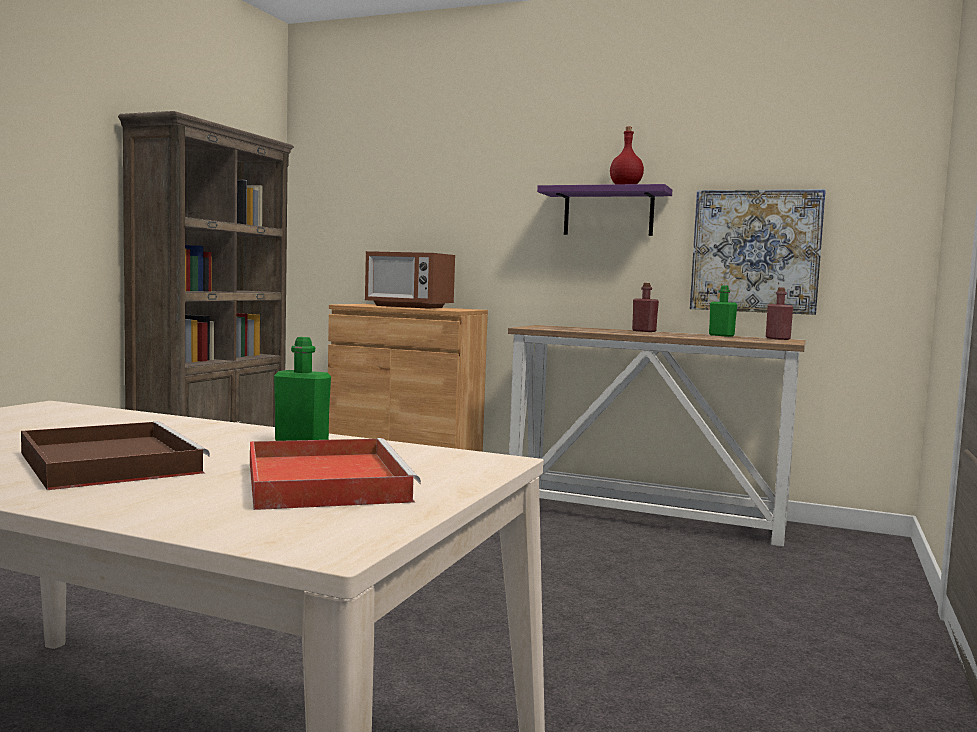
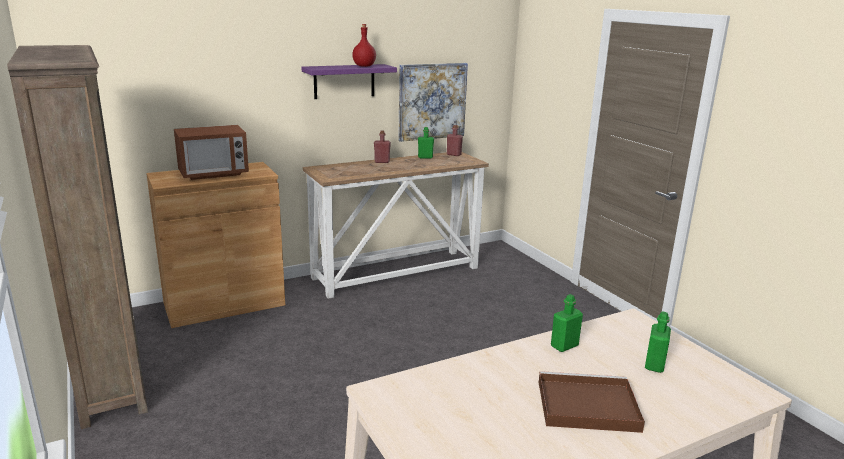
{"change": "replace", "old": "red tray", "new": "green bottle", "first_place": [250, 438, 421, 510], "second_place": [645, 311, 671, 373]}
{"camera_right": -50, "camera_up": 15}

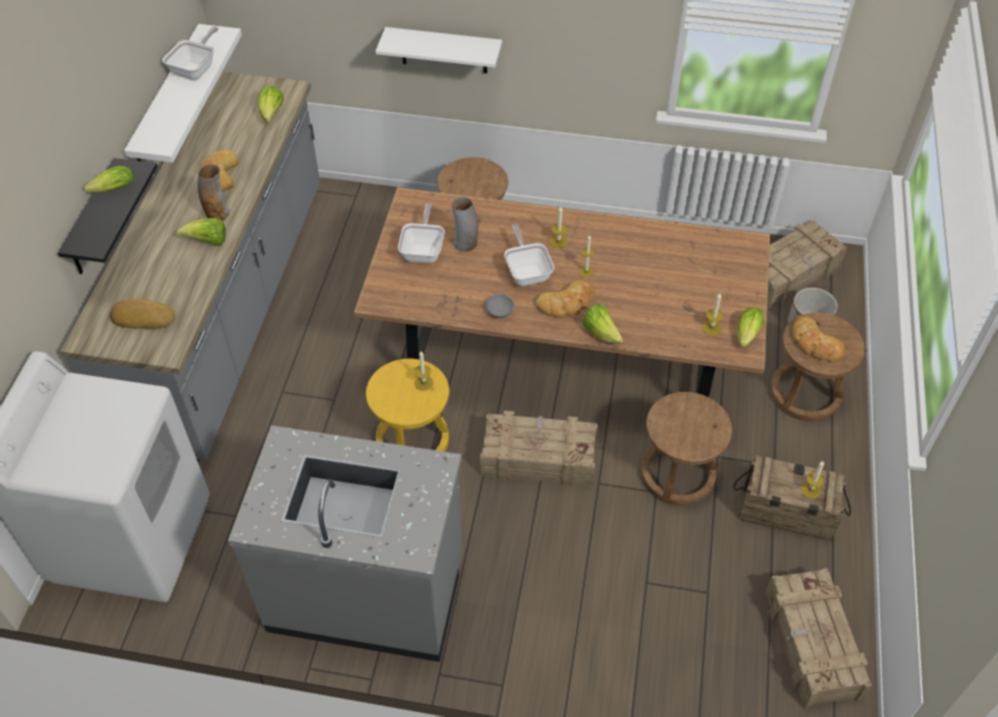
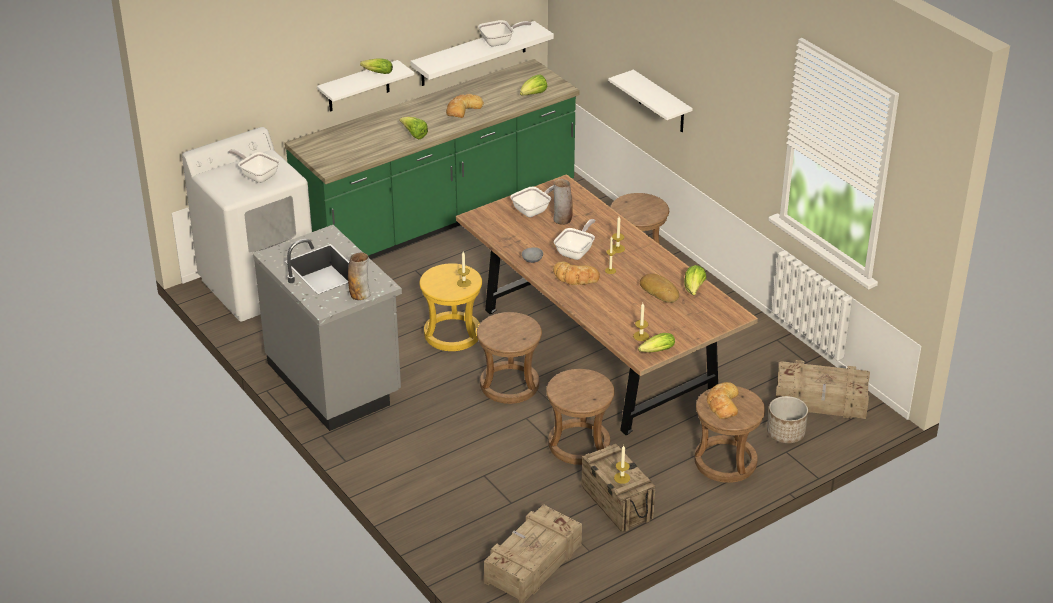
{"change": "insert", "new": "frying pan", "second_place": [229, 149, 280, 183]}
{"change": "move", "old": "bread", "first_place": [110, 299, 175, 329], "second_place": [640, 273, 679, 303]}
{"change": "move", "old": "vase", "first_place": [198, 164, 230, 221], "second_place": [348, 253, 370, 300]}
{"change": "move", "old": "lettuce", "first_place": [583, 304, 624, 343], "second_place": [684, 265, 707, 295]}
{"change": "replace", "old": "crate", "new": "brown stool", "first_place": [480, 411, 598, 486], "second_place": [477, 312, 542, 404]}
{"change": "recolor", "old": "black shelf", "new": "white shelf", "first_place": [58, 158, 158, 274], "second_place": [317, 60, 414, 112]}
{"change": "recolor", "old": "grey counter", "new": "green counter", "first_place": [60, 72, 320, 461], "second_place": [284, 59, 580, 259]}
{"camera_right": 45, "camera_up": -15}

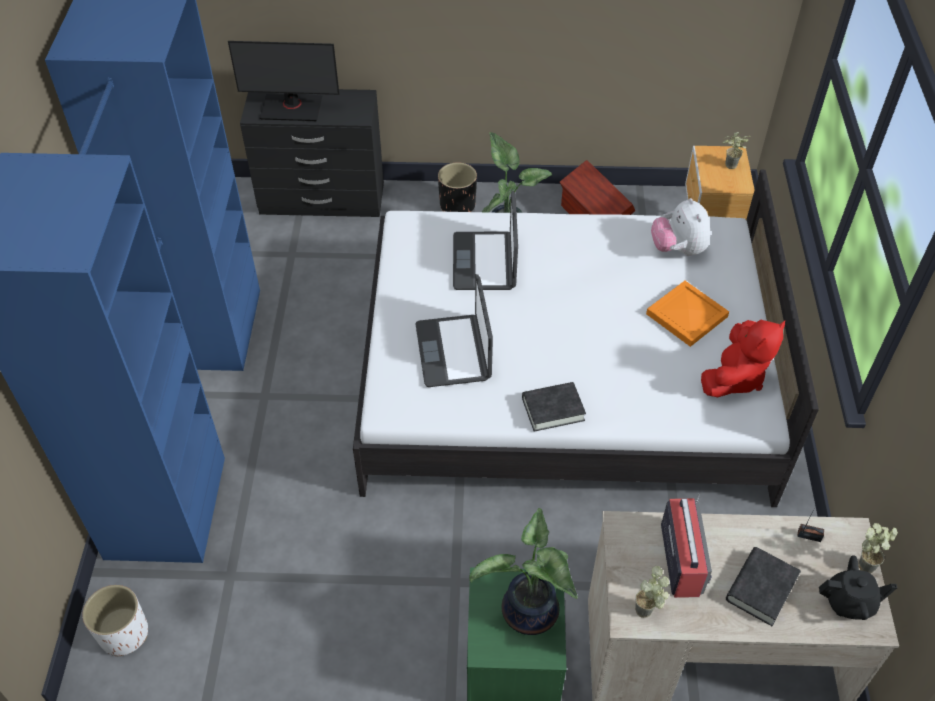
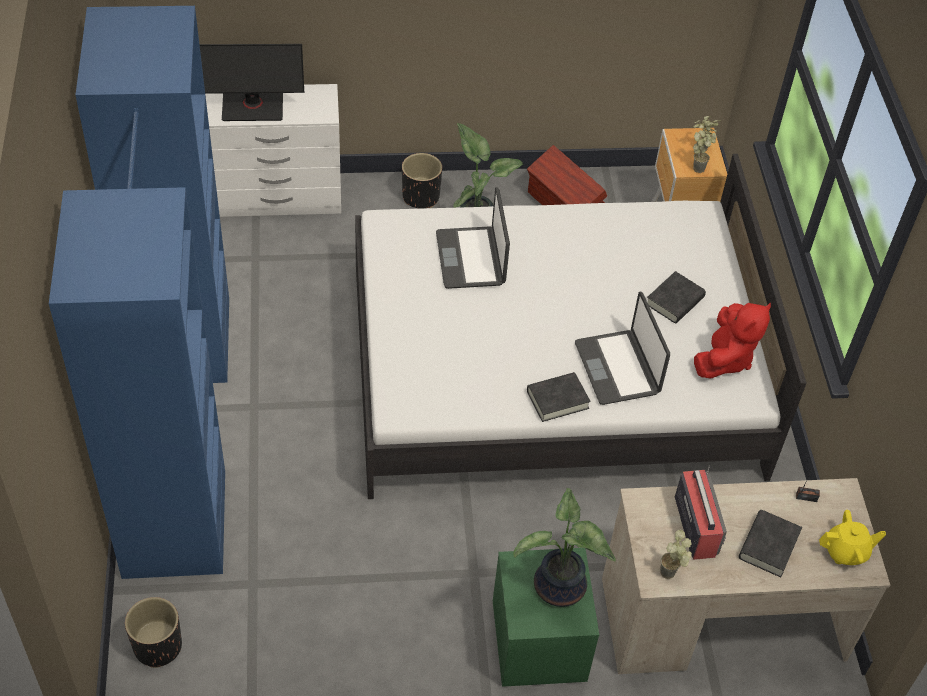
{"change": "delete", "old": "plush toy", "first_place": [651, 198, 710, 256]}
{"change": "move", "old": "laptop", "first_place": [416, 274, 493, 387], "second_place": [575, 292, 670, 405]}
{"change": "move", "old": "potted plant", "first_place": [858, 523, 898, 573], "second_place": [693, 130, 717, 173]}
{"change": "replace", "old": "orange tray", "new": "black book", "first_place": [646, 281, 729, 347], "second_place": [647, 271, 706, 323]}
{"change": "recolor", "old": "white planter", "new": "black planter", "first_place": [82, 585, 148, 656], "second_place": [125, 597, 182, 668]}
{"change": "recolor", "old": "black dresser", "new": "white dresser", "first_place": [240, 89, 384, 217], "second_place": [205, 84, 341, 217]}
{"change": "recolor", "old": "black teapot", "new": "yellow teapot", "first_place": [819, 555, 897, 620], "second_place": [819, 510, 886, 565]}
{"camera_right": -10, "camera_up": 0}

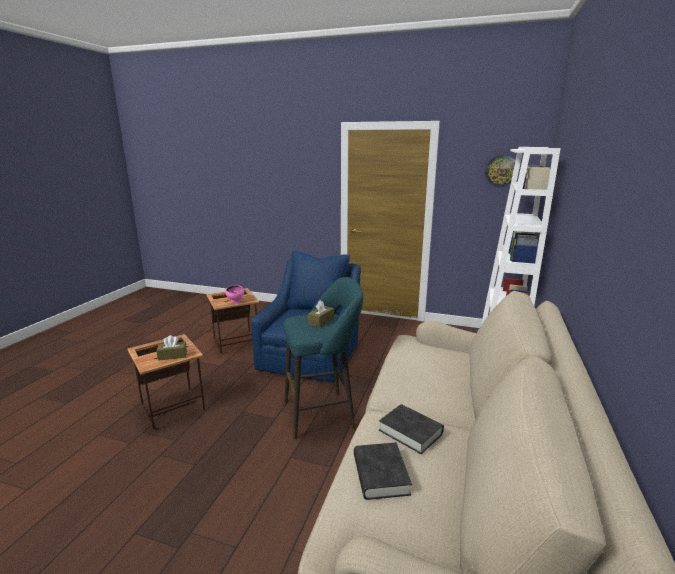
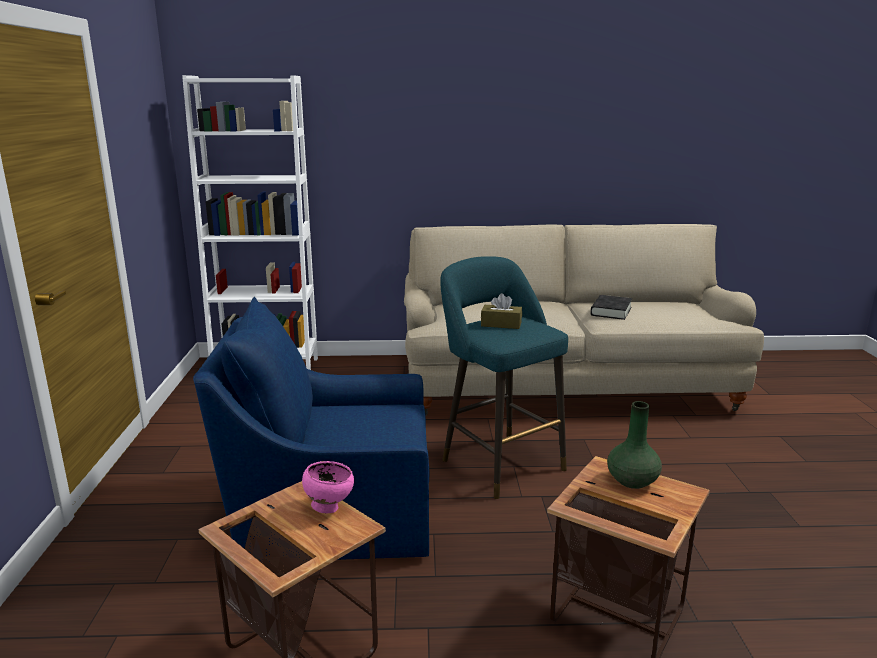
{"change": "delete", "old": "black book", "first_place": [354, 442, 412, 500]}
{"change": "delete", "old": "wall clock", "first_place": [485, 155, 516, 187]}
{"change": "replace", "old": "brown tissue box", "new": "green vase", "first_place": [156, 335, 187, 361], "second_place": [607, 401, 662, 489]}
{"camera_right": -110, "camera_up": 0}

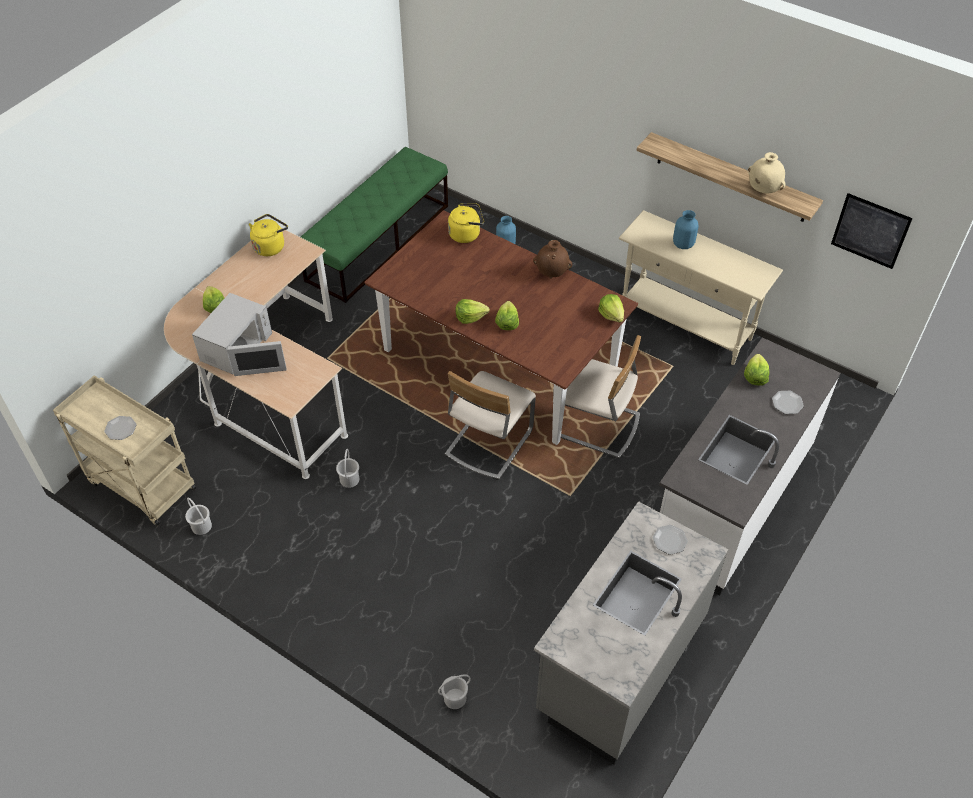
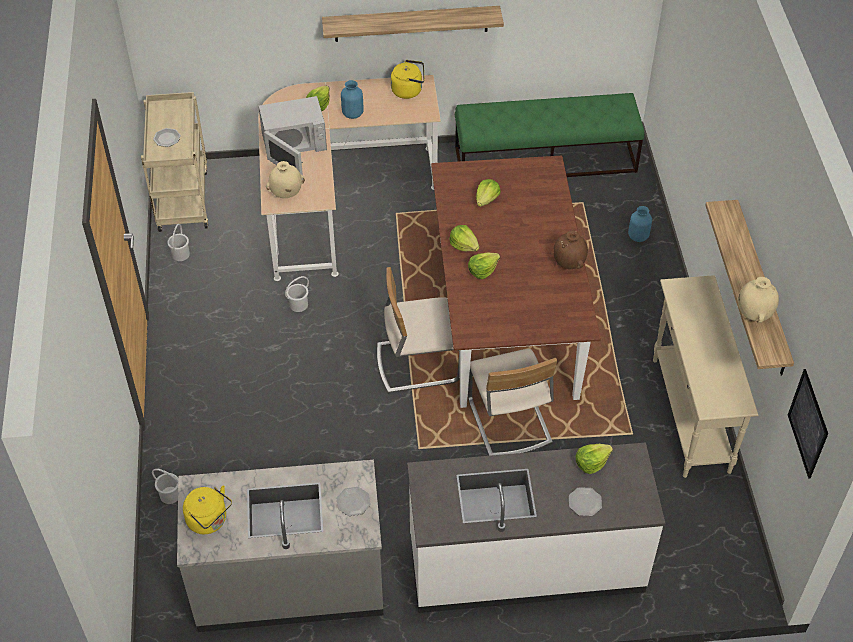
{"change": "insert", "new": "beige vase", "second_place": [266, 161, 305, 198]}
{"change": "insert", "new": "shelf", "second_place": [322, 6, 504, 42]}
{"change": "move", "old": "yellow kettle", "first_place": [448, 203, 484, 243], "second_place": [183, 485, 232, 534]}
{"change": "move", "old": "lettuce", "first_place": [598, 294, 624, 322], "second_place": [476, 179, 501, 207]}
{"change": "move", "old": "blue vase", "first_place": [673, 210, 698, 249], "second_place": [341, 80, 364, 119]}
{"camera_right": 50, "camera_up": 0}

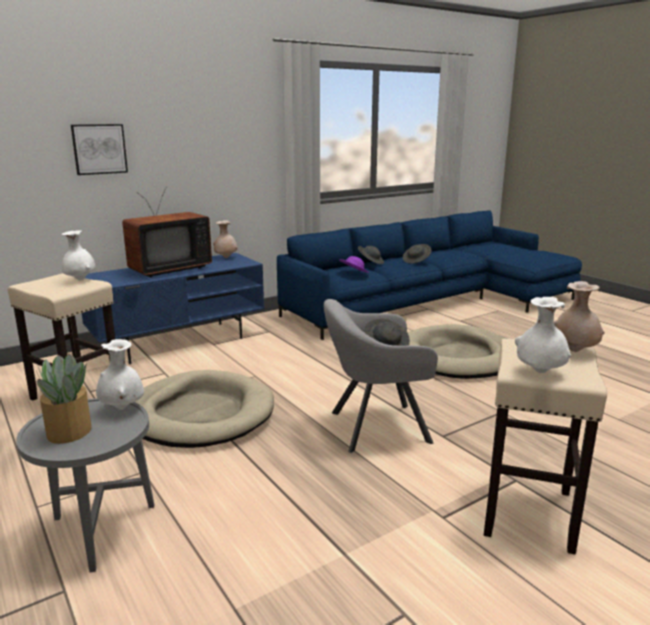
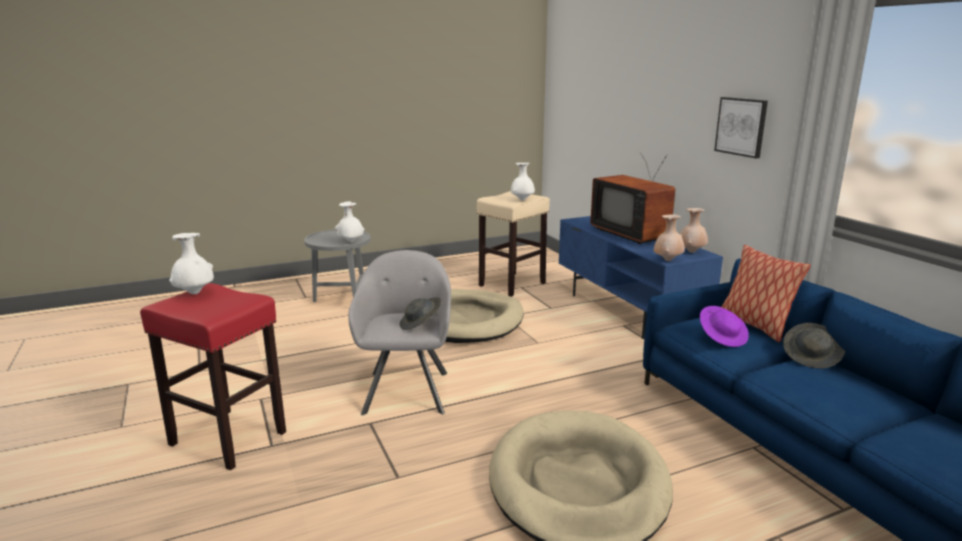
{"change": "delete", "old": "potted plant", "first_place": [36, 354, 91, 444]}
{"change": "delete", "old": "grey hat", "first_place": [403, 244, 431, 264]}
{"change": "insert", "new": "pillow", "second_place": [722, 245, 811, 342]}
{"change": "move", "old": "picture", "first_place": [71, 124, 128, 175], "second_place": [714, 97, 768, 158]}
{"change": "move", "old": "beige vase", "first_place": [554, 281, 605, 352], "second_place": [654, 214, 685, 261]}
{"change": "recolor", "old": "beige stool", "new": "red stool", "first_place": [484, 338, 607, 554], "second_place": [140, 283, 286, 470]}
{"camera_right": 100, "camera_up": 0}

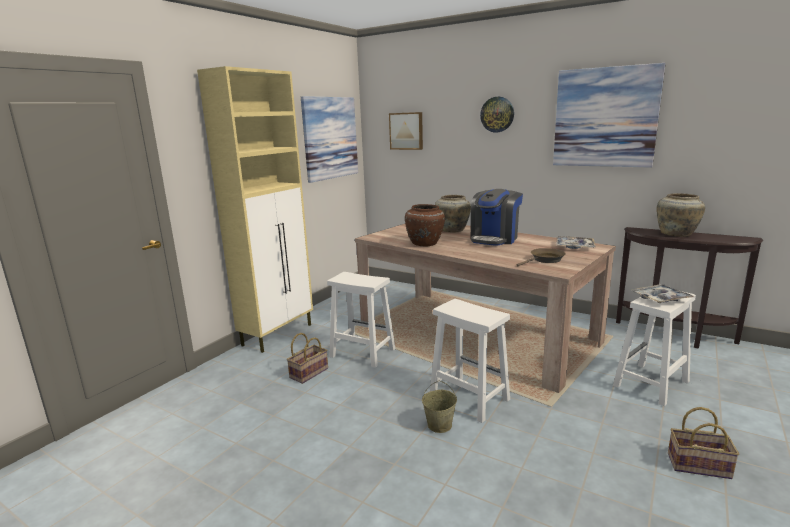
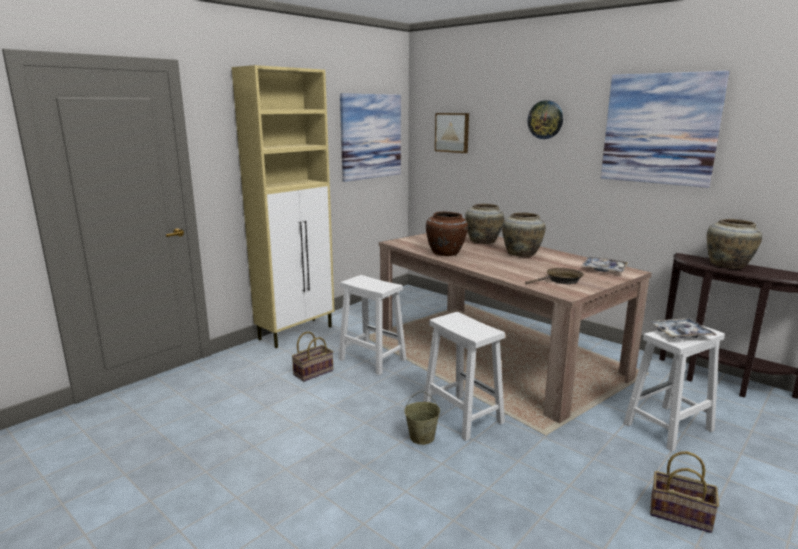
{"change": "replace", "old": "coffee machine", "new": "beige vase", "first_place": [471, 189, 523, 246], "second_place": [502, 212, 546, 257]}
{"camera_right": 10, "camera_up": 0}

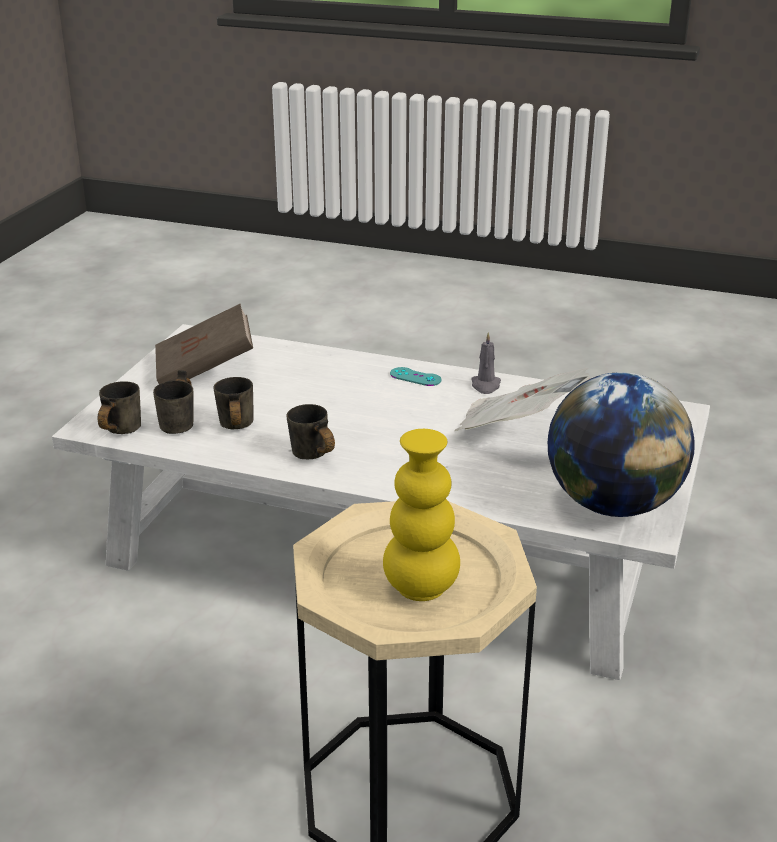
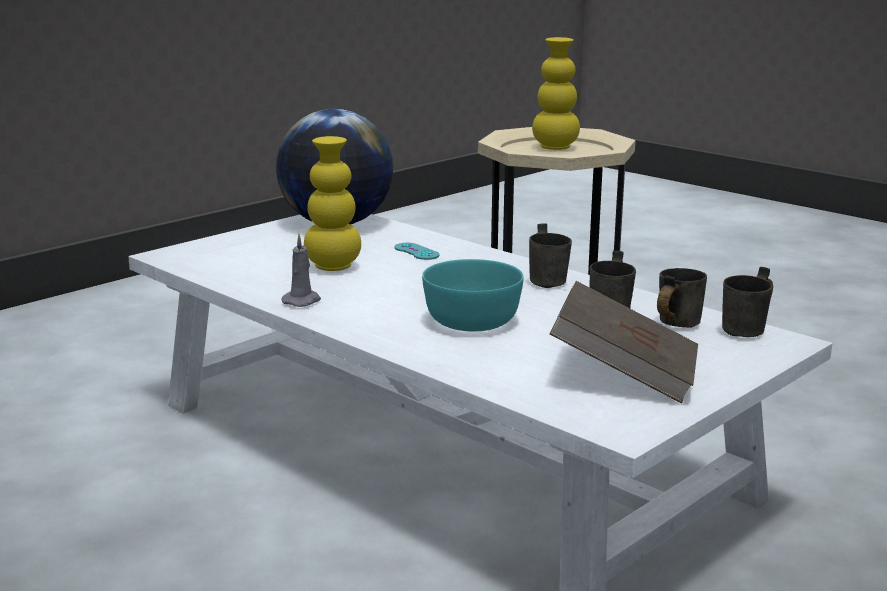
{"change": "insert", "new": "turquoise bowl", "second_place": [422, 259, 524, 332]}
{"change": "move", "old": "turquoise game controller", "first_place": [390, 367, 441, 386], "second_place": [395, 243, 439, 260]}
{"change": "replace", "old": "newspaper", "new": "yellow vase", "first_place": [455, 368, 590, 431], "second_place": [304, 136, 361, 271]}
{"camera_right": -155, "camera_up": -10}

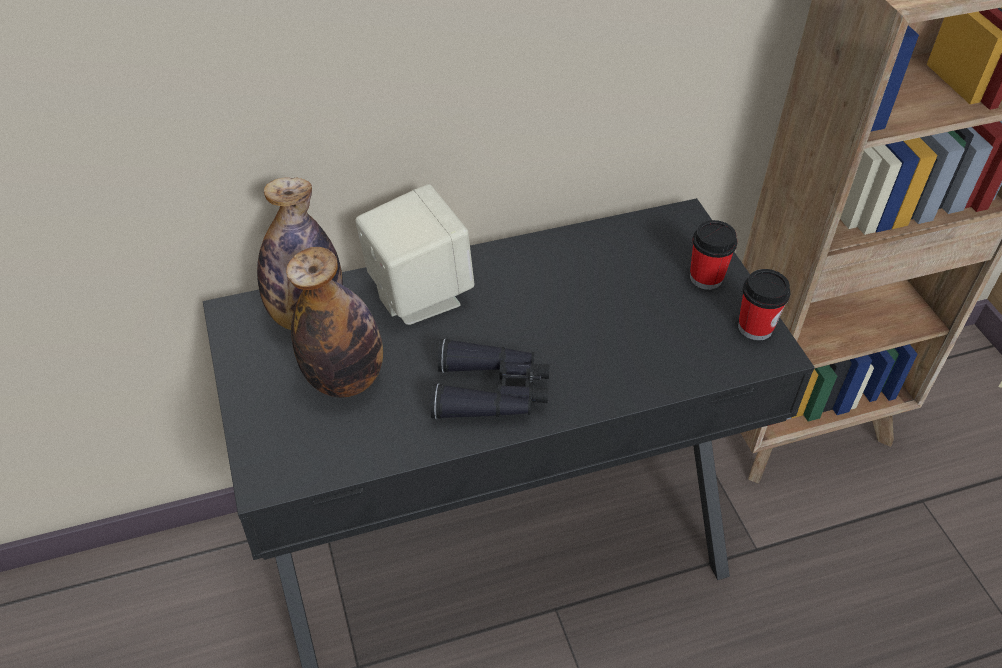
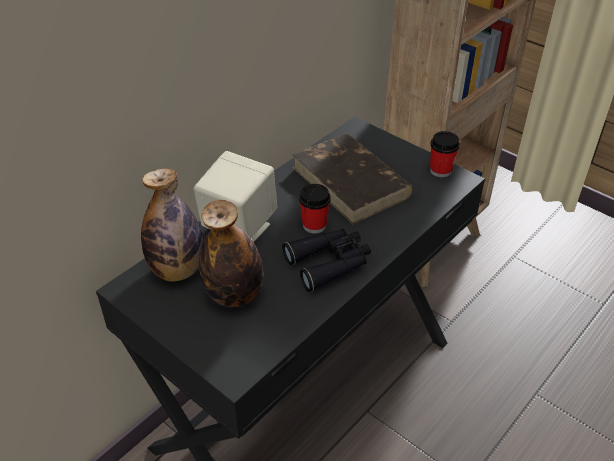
{"change": "insert", "new": "brown book", "second_place": [292, 134, 414, 224]}
{"change": "move", "old": "cup", "first_place": [690, 220, 738, 290], "second_place": [299, 184, 331, 233]}
{"camera_right": -30, "camera_up": -5}

